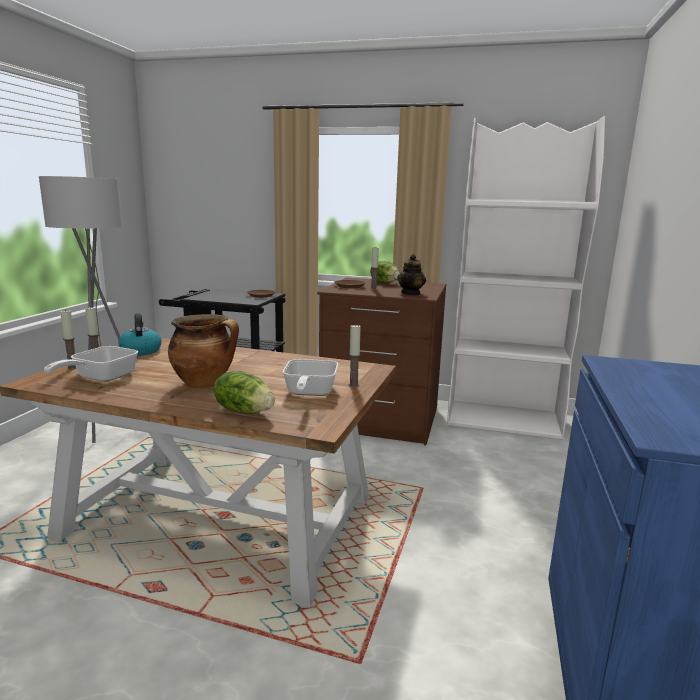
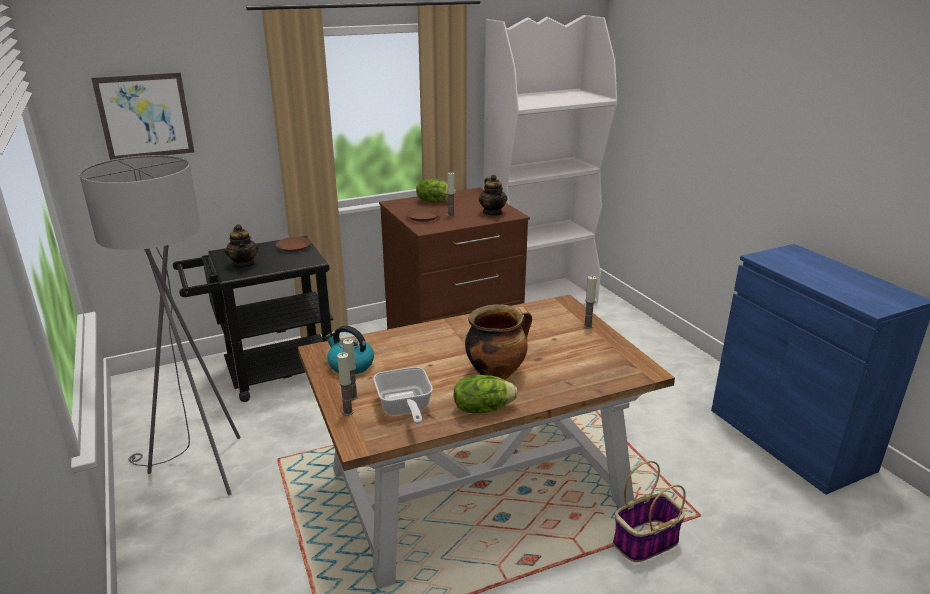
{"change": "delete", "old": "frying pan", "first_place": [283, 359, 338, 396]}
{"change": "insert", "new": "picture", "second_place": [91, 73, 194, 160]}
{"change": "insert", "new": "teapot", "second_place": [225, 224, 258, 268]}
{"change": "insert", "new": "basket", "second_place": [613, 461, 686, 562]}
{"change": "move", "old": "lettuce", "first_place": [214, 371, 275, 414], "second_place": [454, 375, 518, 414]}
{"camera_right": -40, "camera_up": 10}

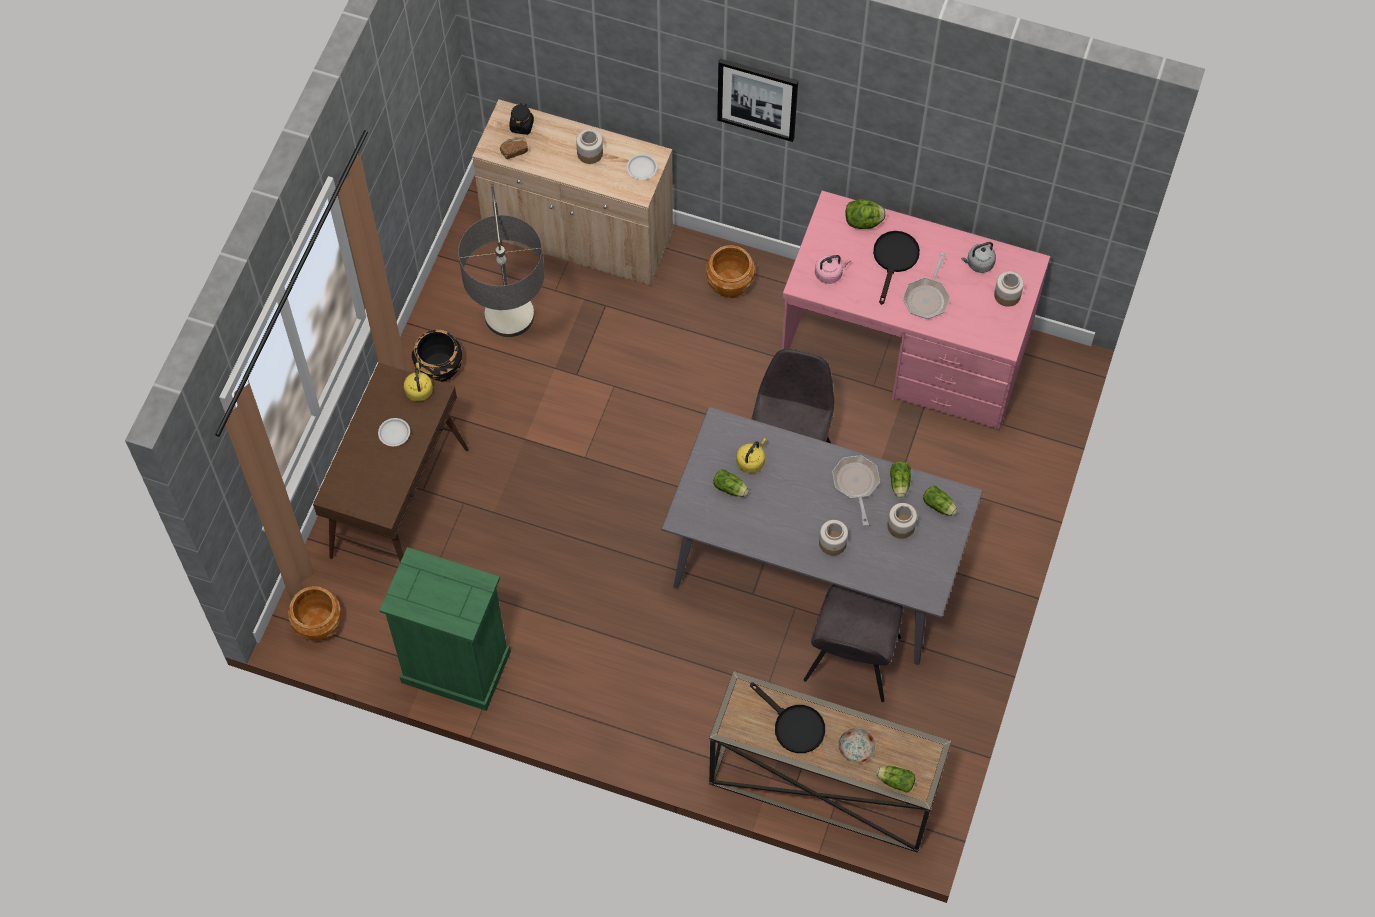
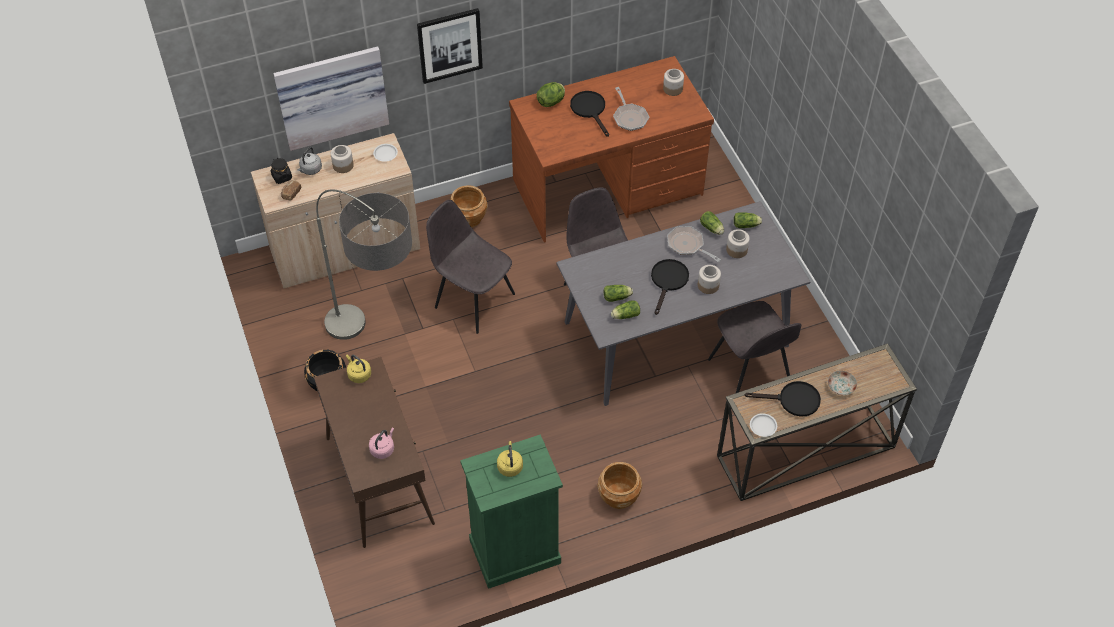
{"change": "insert", "new": "picture", "second_place": [273, 46, 389, 151]}
{"change": "insert", "new": "grey chair", "second_place": [426, 200, 515, 334]}
{"change": "insert", "new": "black frying pan", "second_place": [651, 259, 689, 315]}
{"change": "move", "old": "brown planter", "first_place": [288, 586, 341, 641], "second_place": [597, 462, 642, 509]}
{"change": "move", "old": "white plate", "first_place": [378, 418, 410, 446], "second_place": [750, 413, 777, 437]}
{"change": "move", "old": "yellow kettle", "first_place": [736, 438, 766, 473], "second_place": [497, 441, 523, 477]}
{"change": "move", "old": "pink kettle", "first_place": [815, 255, 851, 284], "second_place": [369, 428, 394, 459]}
{"change": "move", "old": "lettuce", "first_place": [876, 766, 915, 793], "second_place": [611, 300, 640, 319]}
{"change": "move", "old": "grey kettle", "first_place": [961, 242, 996, 273], "second_place": [297, 147, 322, 175]}
{"change": "recolor", "old": "pink desk", "new": "brown desk", "first_place": [781, 191, 1050, 432], "second_place": [509, 56, 714, 243]}
{"camera_right": -40, "camera_up": -10}

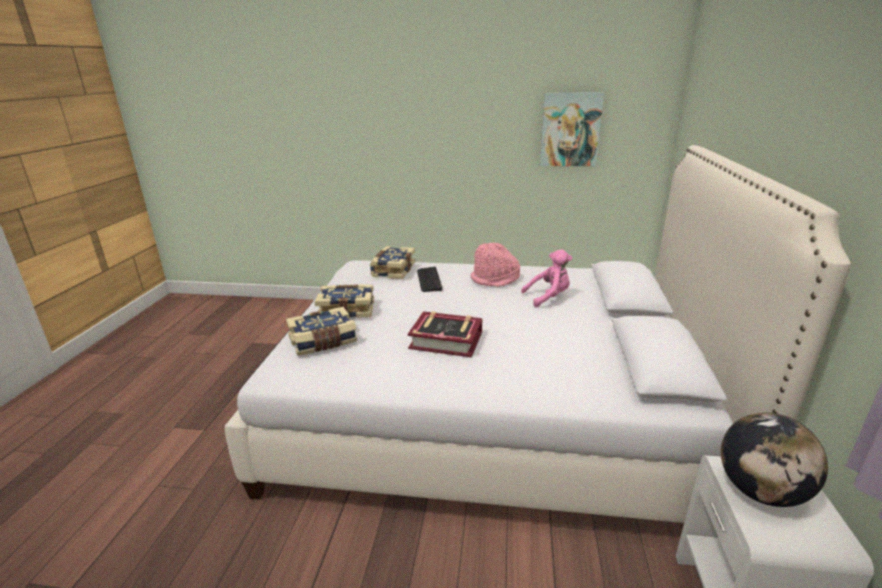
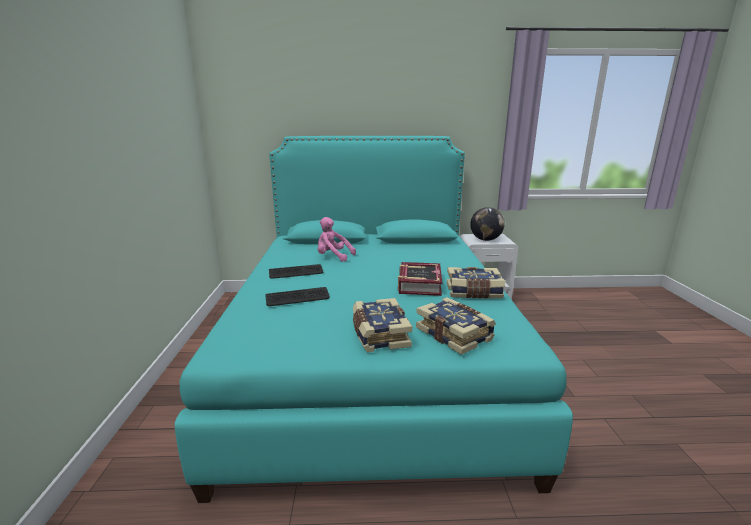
{"change": "delete", "old": "picture", "first_place": [540, 92, 604, 166]}
{"change": "move", "old": "book", "first_place": [370, 246, 415, 279], "second_place": [447, 267, 505, 298]}
{"change": "replace", "old": "pink hat", "new": "keyboard", "first_place": [470, 243, 520, 287], "second_place": [269, 264, 323, 279]}
{"change": "recolor", "old": "white bed", "new": "turquoise bed", "first_place": [225, 145, 851, 523], "second_place": [175, 136, 573, 503]}
{"change": "rotate", "old": "pink plush toy", "first_place": [521, 249, 572, 307], "second_place": [318, 217, 356, 262], "degrees": -45}
{"camera_right": -100, "camera_up": -5}

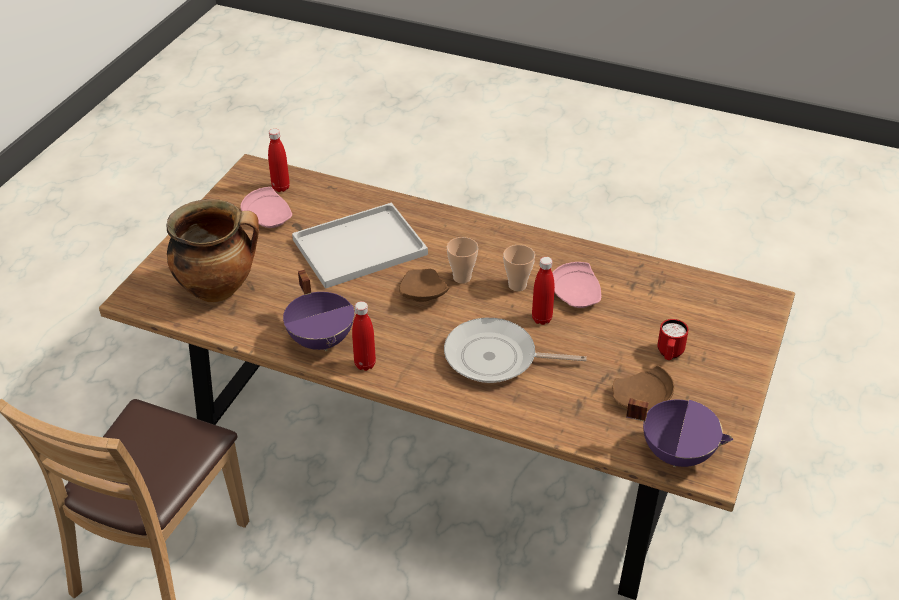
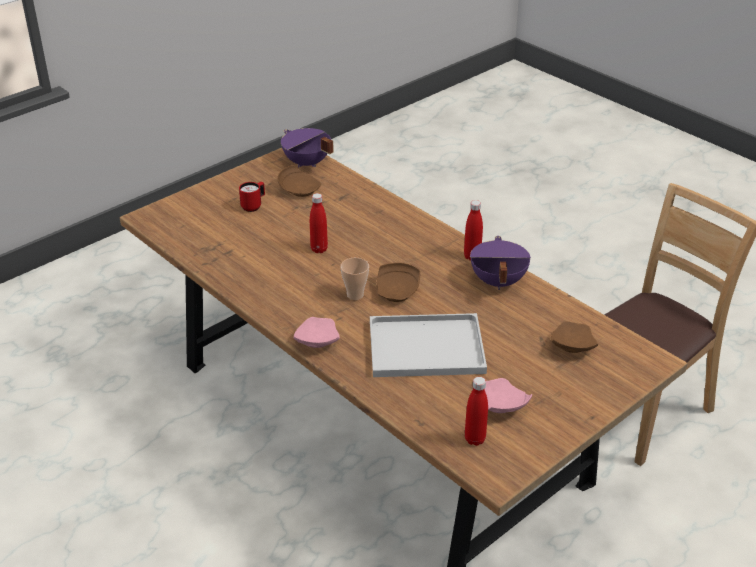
{"change": "delete", "old": "frying pan", "first_place": [444, 318, 587, 383]}
{"change": "delete", "old": "cup", "first_place": [503, 245, 535, 291]}
{"change": "move", "old": "pink plate", "first_place": [552, 262, 601, 308], "second_place": [293, 317, 340, 348]}
{"change": "replace", "old": "cooking pot", "new": "brown plate", "first_place": [166, 199, 259, 302], "second_place": [551, 321, 598, 353]}
{"camera_right": -155, "camera_up": -5}

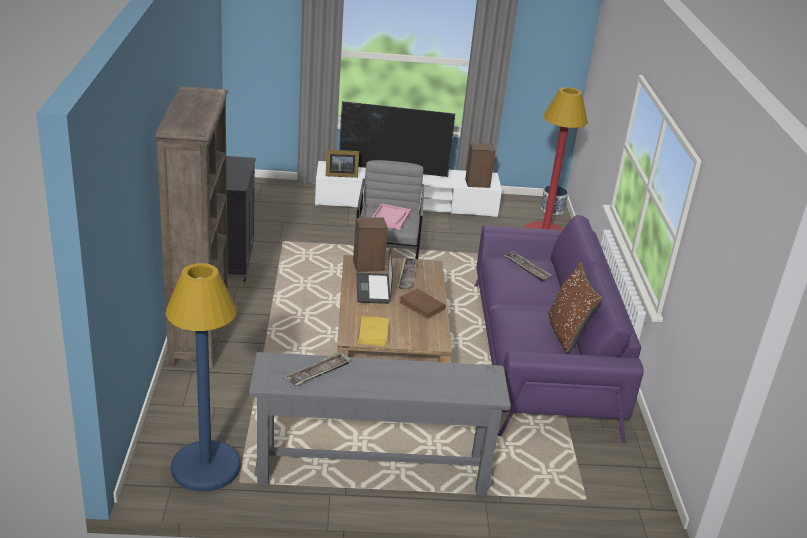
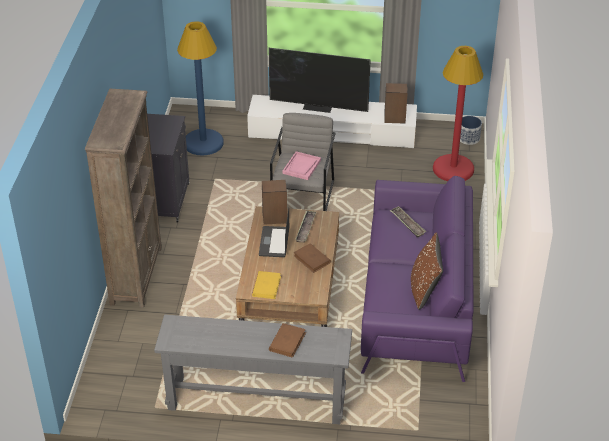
{"change": "delete", "old": "tray", "first_place": [286, 351, 351, 386]}
{"change": "delete", "old": "picture frame", "first_place": [326, 150, 359, 178]}
{"change": "insert", "new": "brown book", "second_place": [269, 323, 306, 358]}
{"change": "move", "old": "blue floor lamp", "first_place": [165, 263, 241, 492], "second_place": [177, 21, 224, 156]}
{"camera_right": 10, "camera_up": 10}

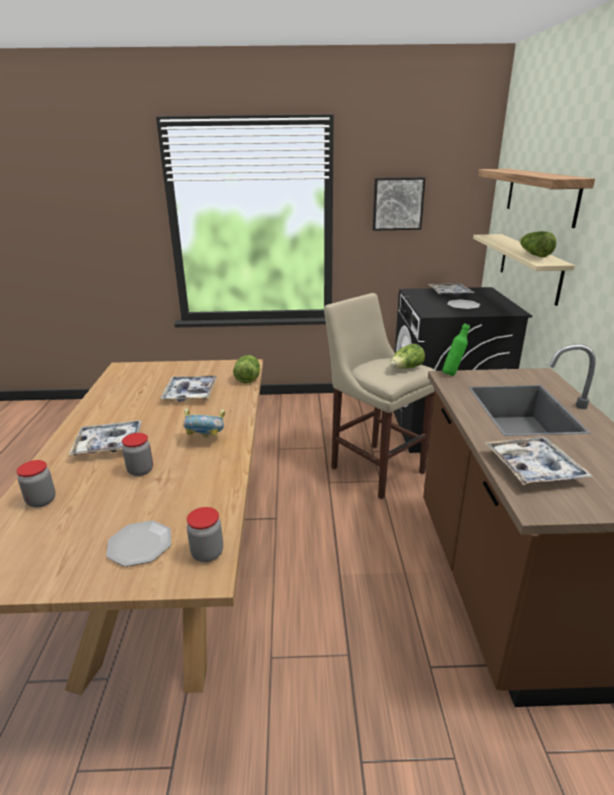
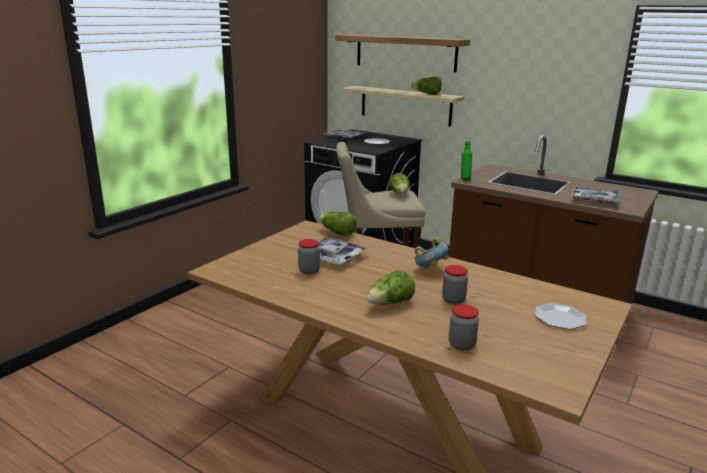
{"change": "delete", "old": "picture", "first_place": [373, 177, 426, 231]}
{"change": "move", "old": "jar", "first_place": [187, 507, 223, 562], "second_place": [298, 239, 320, 274]}
{"change": "replace", "old": "tray", "new": "lettuce", "first_place": [68, 420, 142, 455], "second_place": [366, 270, 415, 305]}
{"camera_right": -55, "camera_up": -5}

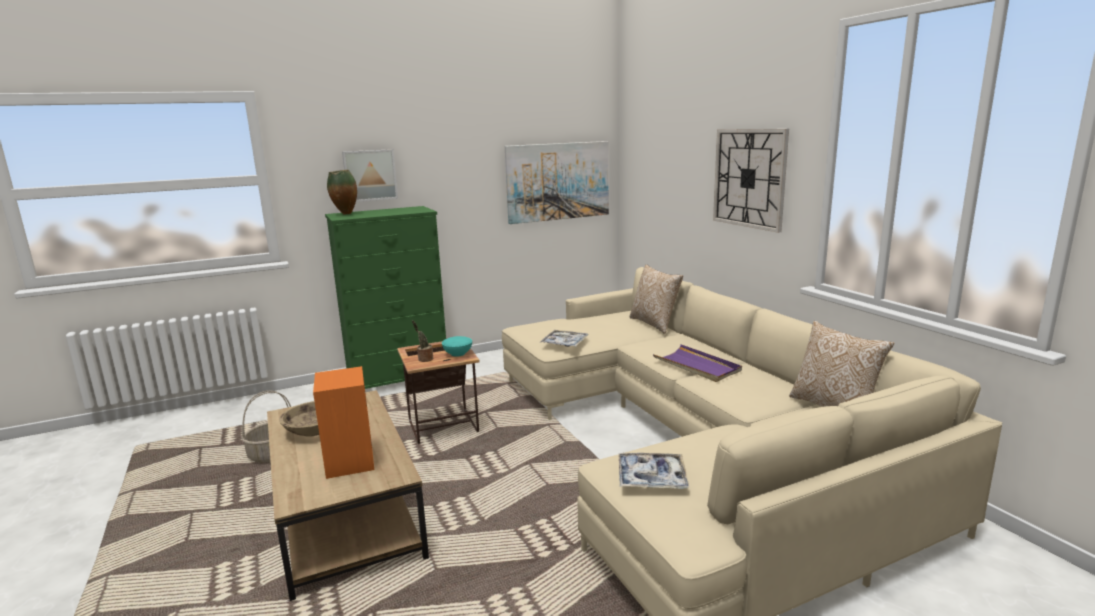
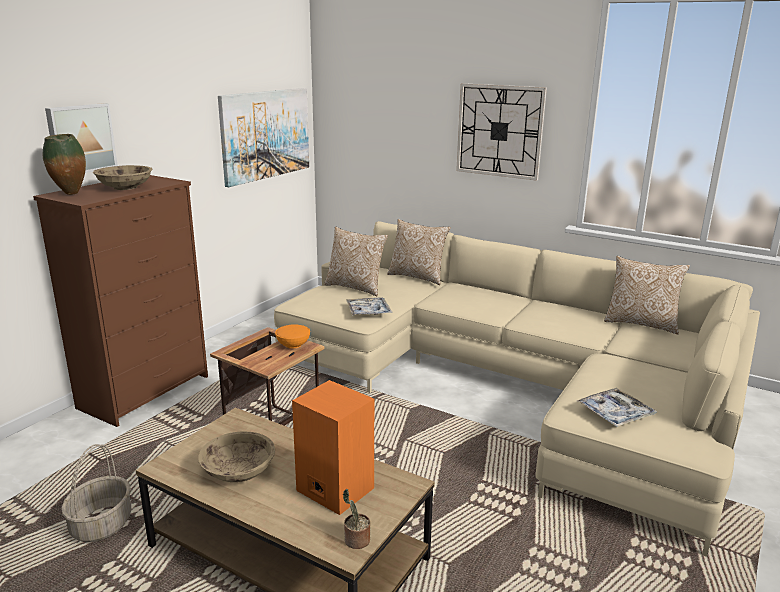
{"change": "delete", "old": "purple tray", "first_place": [653, 344, 742, 382]}
{"change": "insert", "new": "beige bowl", "second_place": [93, 165, 153, 190]}
{"change": "insert", "new": "pillow", "second_place": [324, 227, 388, 296]}
{"change": "move", "old": "potted plant", "first_place": [412, 320, 433, 362], "second_place": [343, 489, 370, 549]}
{"change": "recolor", "old": "green dresser", "new": "brown dresser", "first_place": [325, 206, 446, 389], "second_place": [33, 175, 208, 427]}
{"change": "recolor", "old": "turquoise bowl", "new": "orange bowl", "first_place": [442, 336, 472, 357], "second_place": [275, 324, 310, 349]}
{"camera_right": -35, "camera_up": 5}

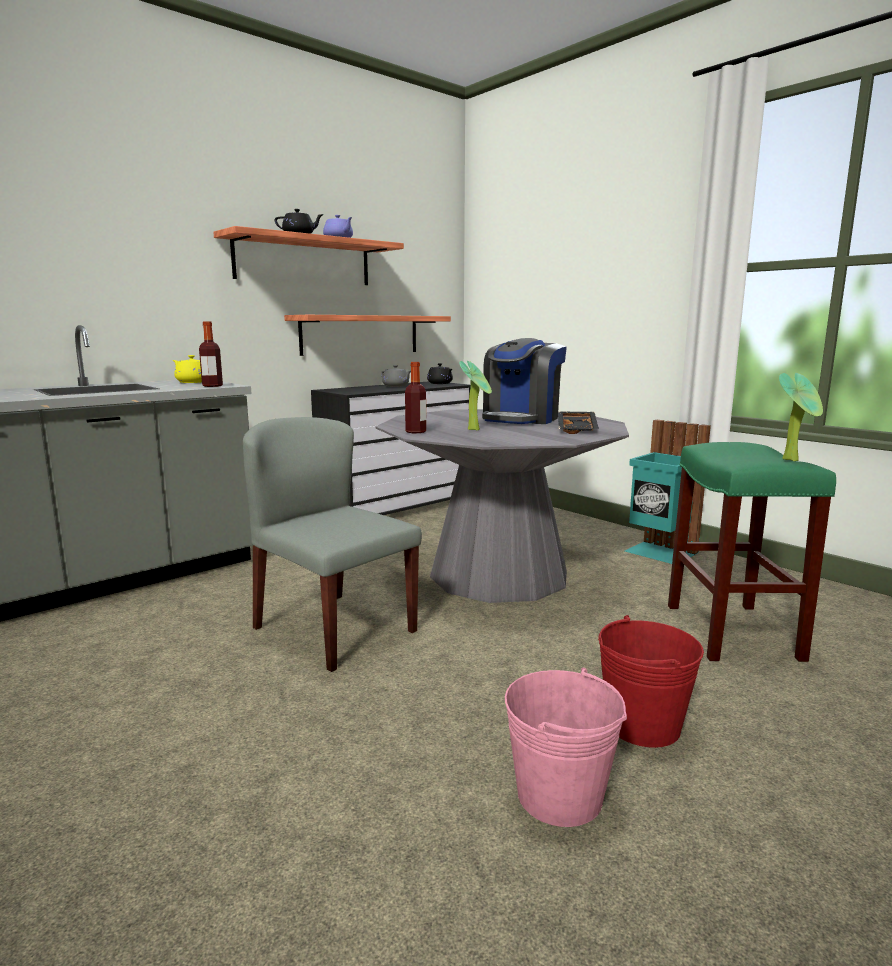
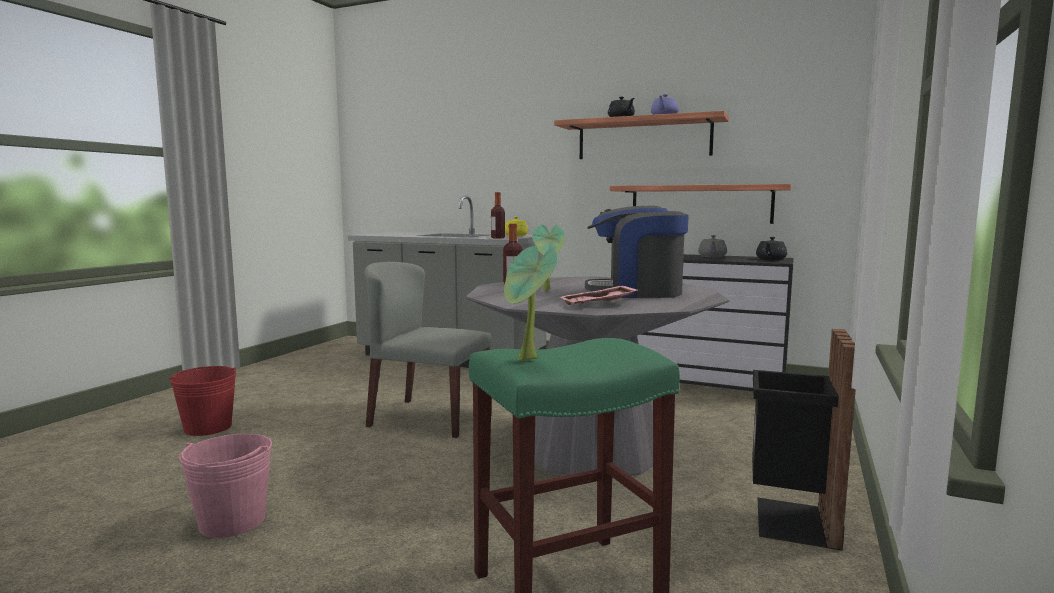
{"change": "move", "old": "red bucket", "first_place": [598, 615, 704, 748], "second_place": [169, 366, 236, 436]}
{"change": "recolor", "old": "black tray", "new": "pink tray", "first_place": [558, 411, 599, 434], "second_place": [560, 285, 638, 305]}
{"change": "recolor", "old": "turquoise trash can", "new": "black trash can", "first_place": [625, 420, 711, 564], "second_place": [752, 329, 856, 551]}
{"change": "rotate", "old": "grey chair", "first_place": [243, 417, 422, 672], "second_place": [365, 262, 492, 438], "degrees": -90}
{"camera_right": 65, "camera_up": -5}

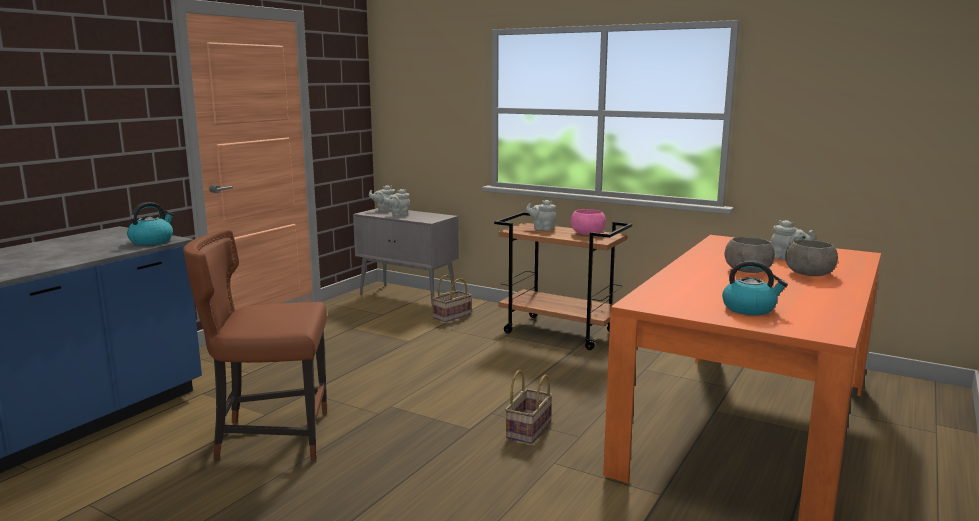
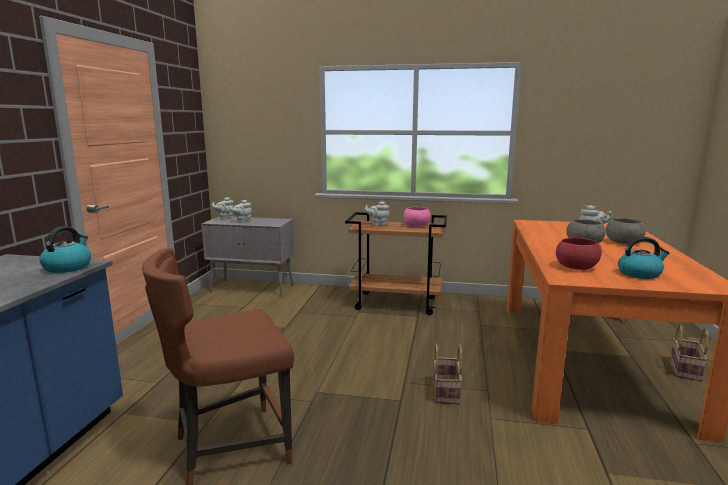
{"change": "insert", "new": "red bowl", "second_place": [556, 238, 602, 270]}
{"change": "move", "old": "basket", "first_place": [432, 275, 472, 322], "second_place": [670, 324, 709, 381]}
{"camera_right": -20, "camera_up": 0}

